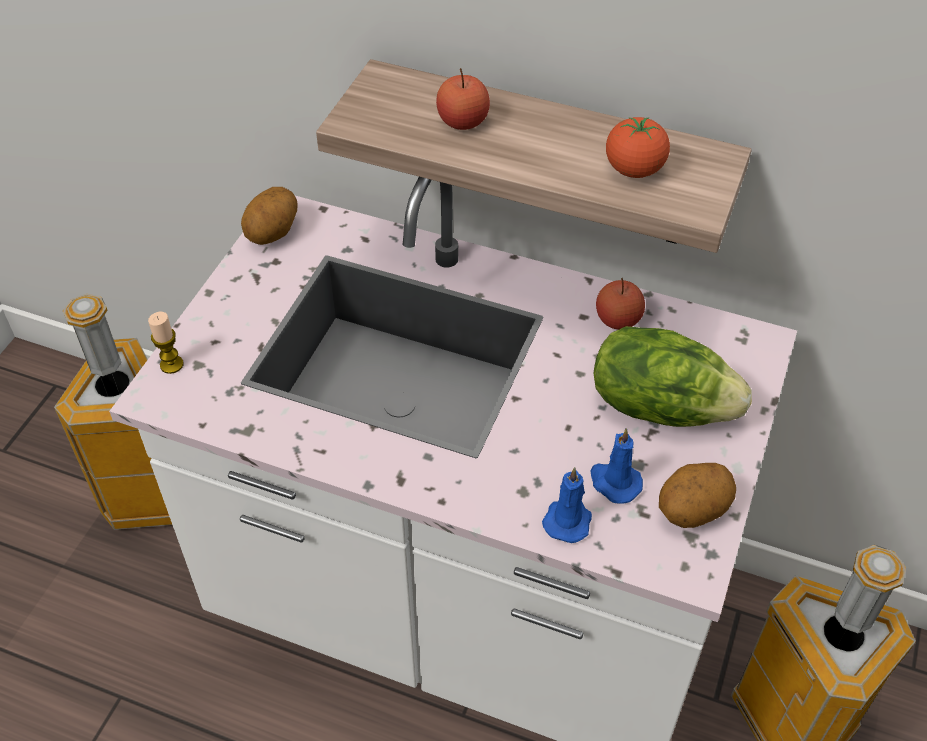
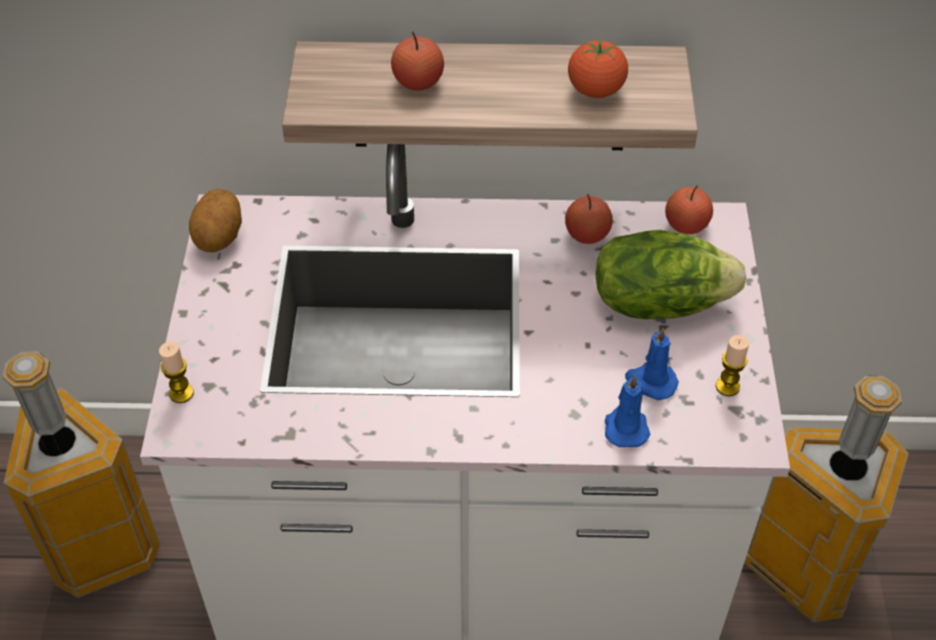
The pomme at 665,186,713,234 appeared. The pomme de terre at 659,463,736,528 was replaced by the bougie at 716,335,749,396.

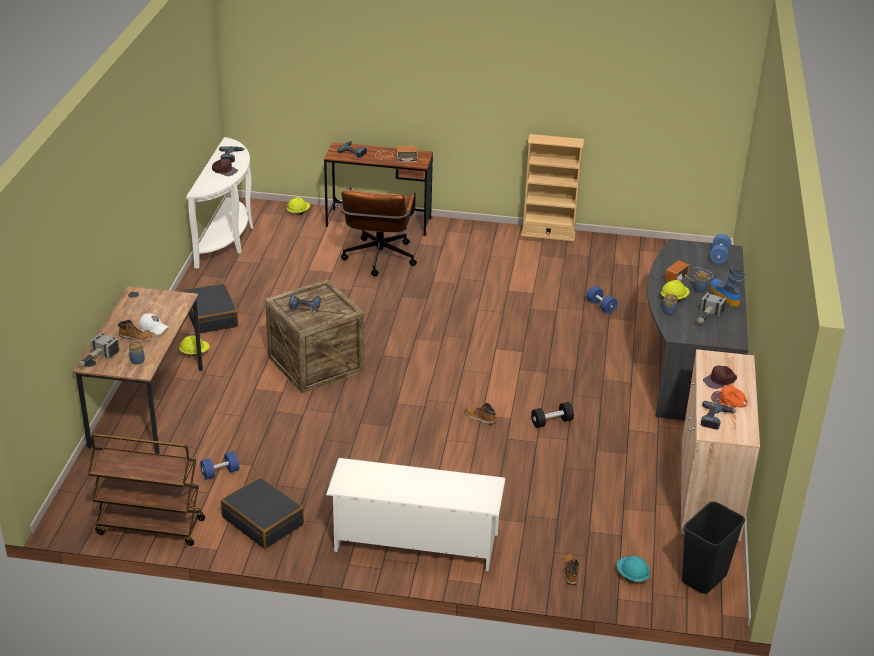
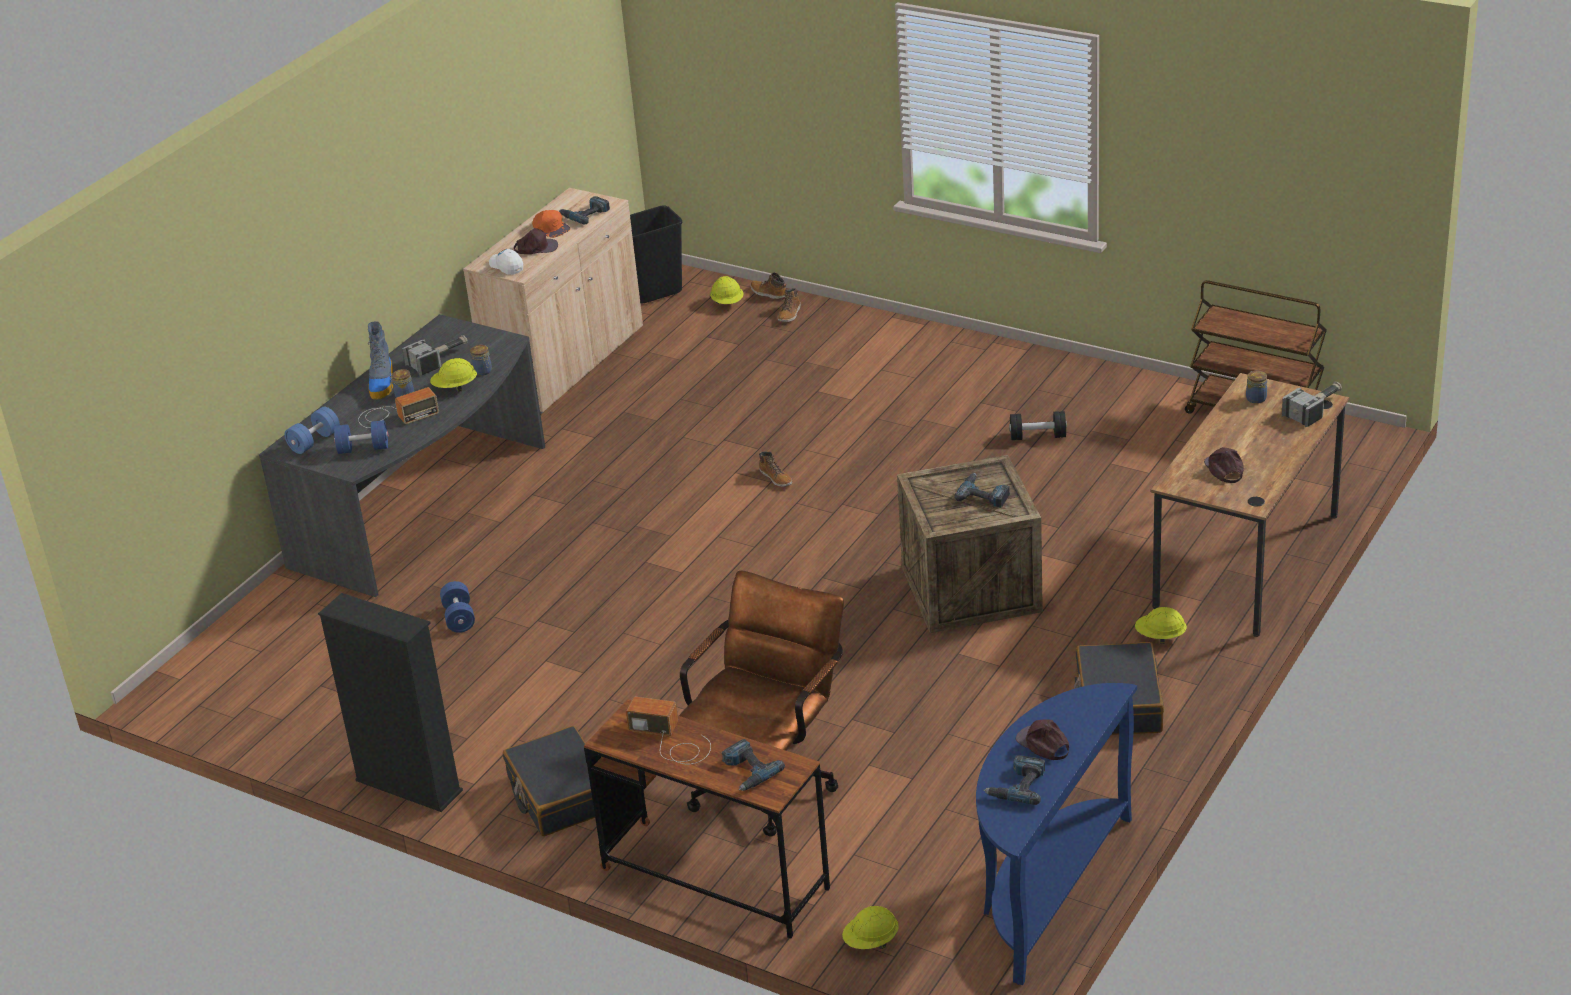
The étagère à chaussures (blanc) at 326,458,505,571 disappeared. The casquette (marron) at 1204,447,1244,483 appeared. The botte moved from 117,320,153,342 to 750,273,786,300. The casquette (blanc) moved from 140,313,168,335 to 489,249,523,275. The haltère (bleu) moved from 200,451,239,480 to 334,420,388,454. The valise (noir) moved from 221,477,304,549 to 503,726,595,836. The haltère (noir) moved from 531,402,574,428 to 1009,411,1067,440. The table console (blanc) at 186,137,254,269 became the table console (bleu) at 976,683,1137,985. The bibliothèque (beige) at 521,134,584,241 became the bibliothèque (noir) at 318,593,463,812. The casque de chantier (turquoise) at 617,556,650,582 became the casque de chantier (jaune) at 710,276,743,304.

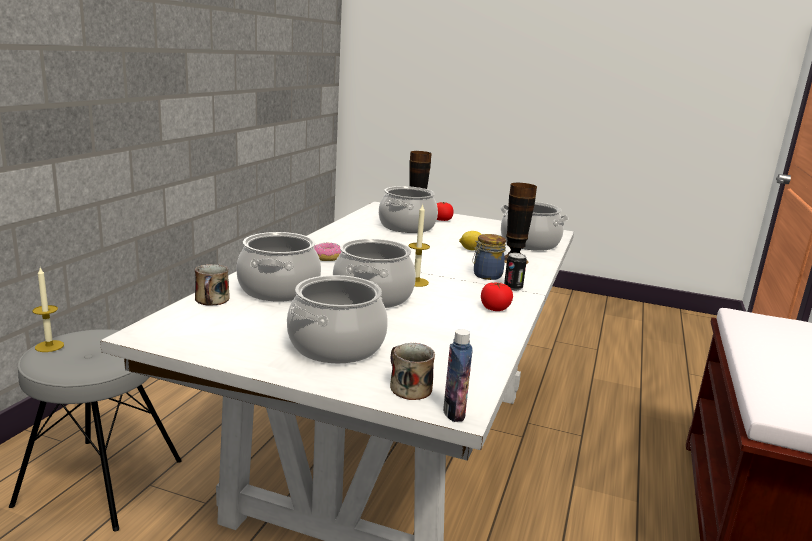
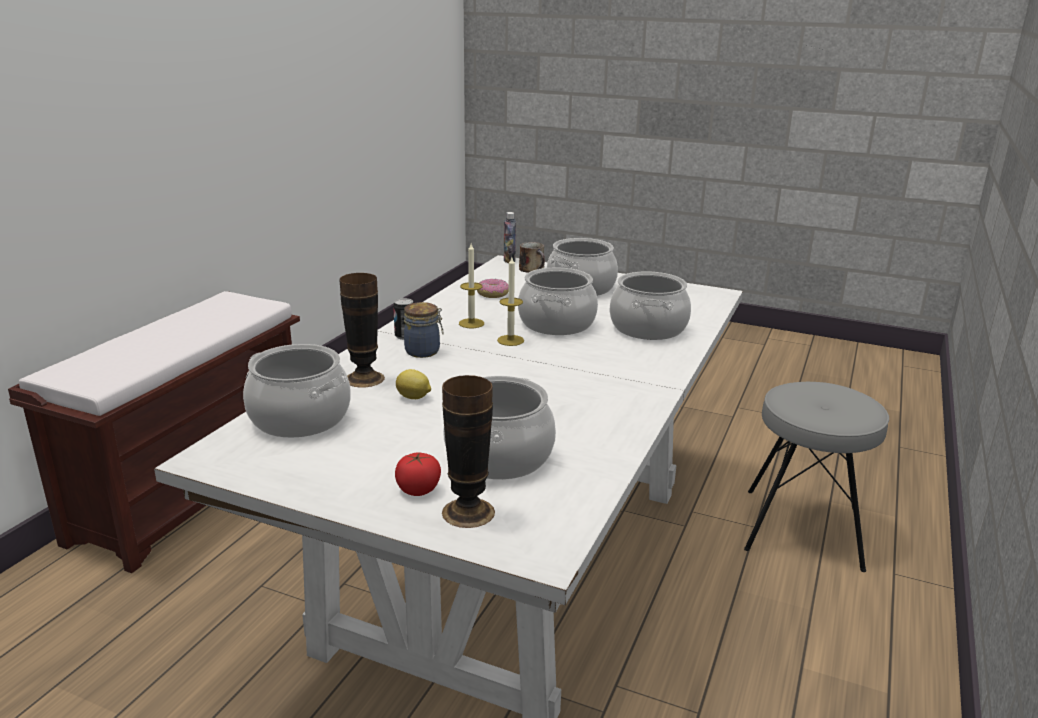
The mug at 195,264,230,306 disappeared. The tomate at 481,283,513,311 disappeared. The bougie moved from 33,268,64,352 to 459,244,484,328. The beignet moved from 314,242,341,261 to 477,278,509,298.

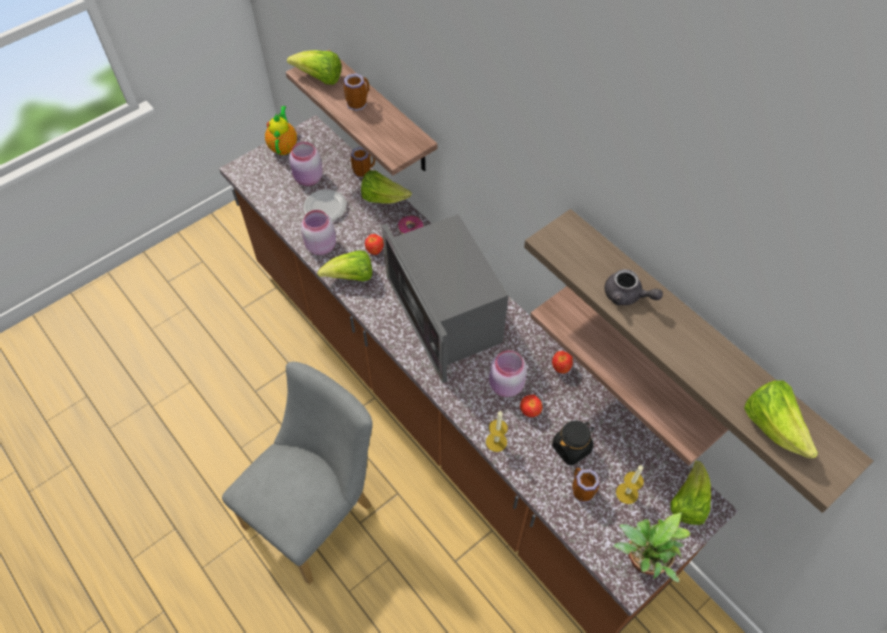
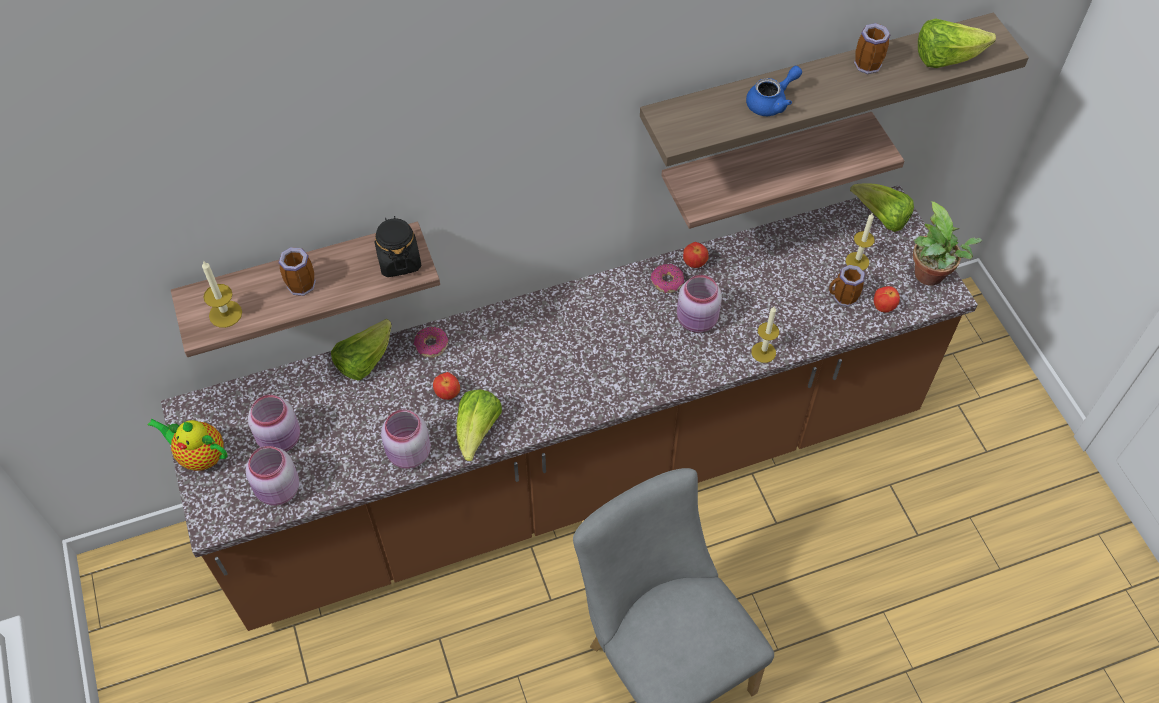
The assiette at 303,189,347,221 disappeared. The micro-ondes at 382,214,508,383 disappeared. The bocal (rose) at 246,446,299,505 appeared. The beignet at 651,264,684,293 appeared. The mug moved from 351,147,375,179 to 854,23,890,74. The pomme moved from 520,394,542,417 to 874,286,900,312. The bocal (noir) moved from 552,421,594,465 to 375,216,422,277. The laitue at 287,50,342,85 was replaced by the bougie at 202,260,242,328. The théière (gris) at 604,269,663,305 became the théière (bleu) at 746,66,802,116.

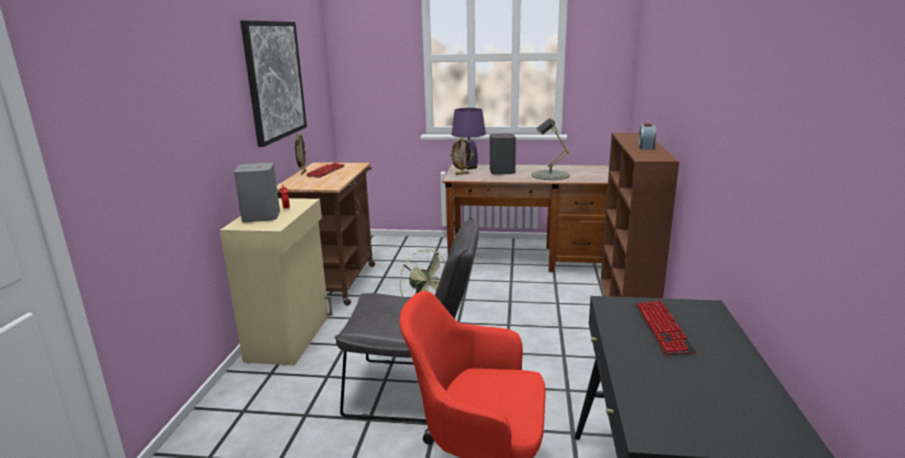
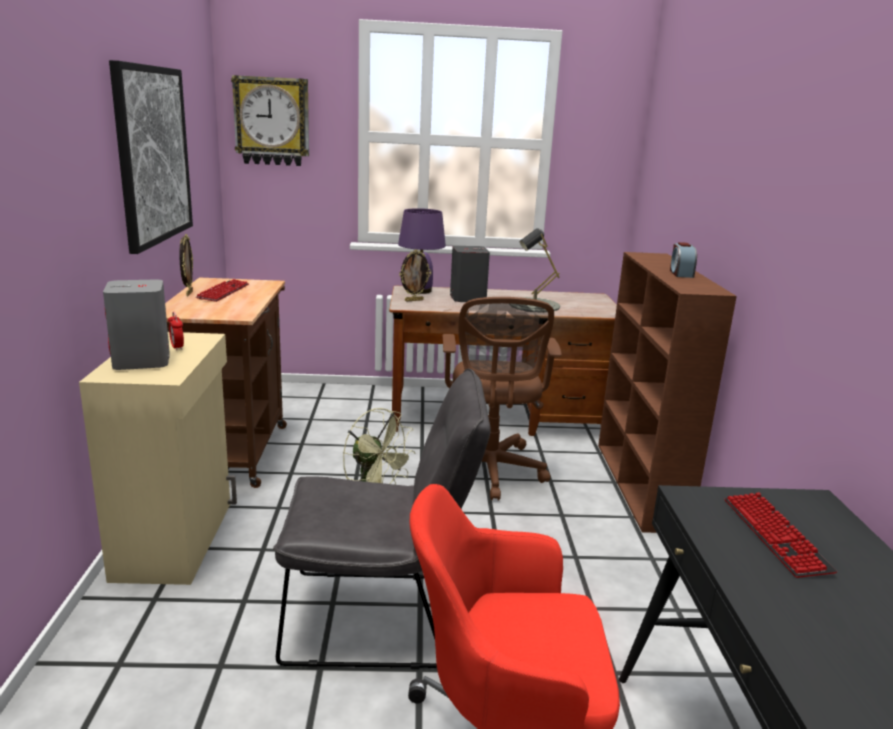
The horloge murale at 231,75,309,166 appeared. The chaise de bureau (marron) at 442,297,562,500 appeared.

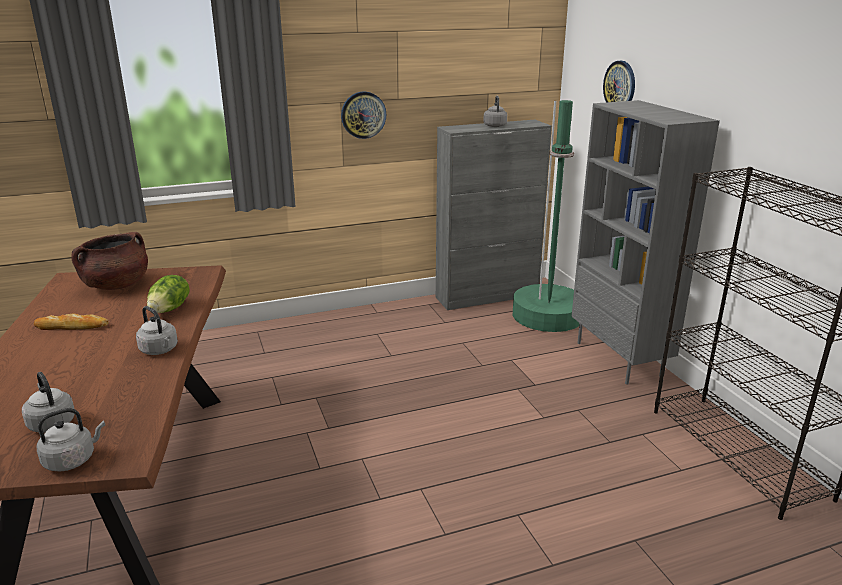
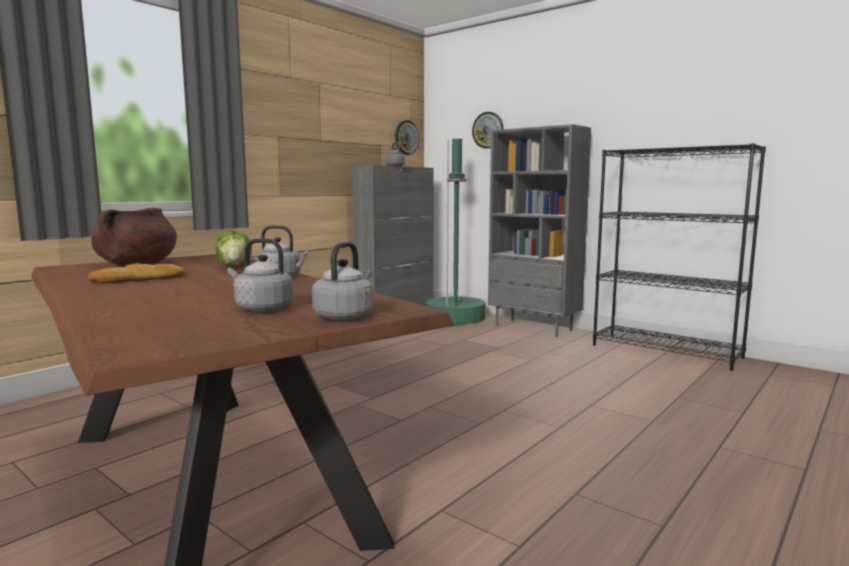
The horloge murale moved from 341,91,386,139 to 395,120,419,155.

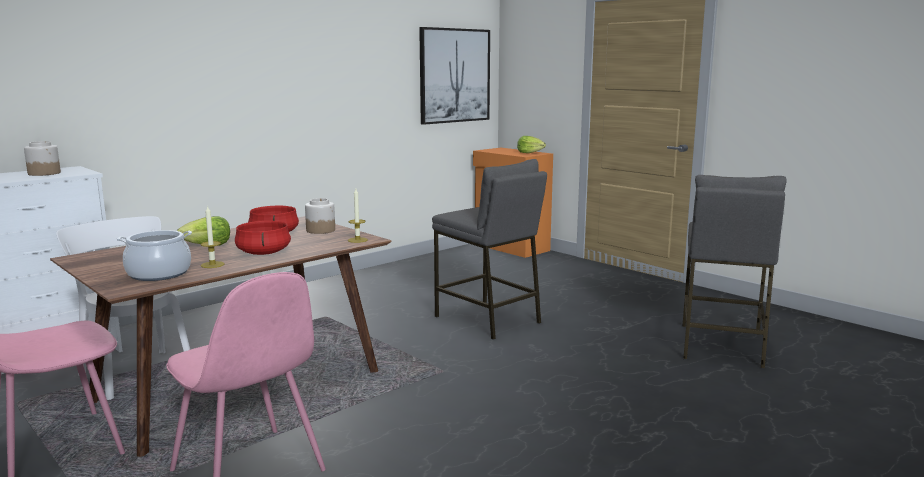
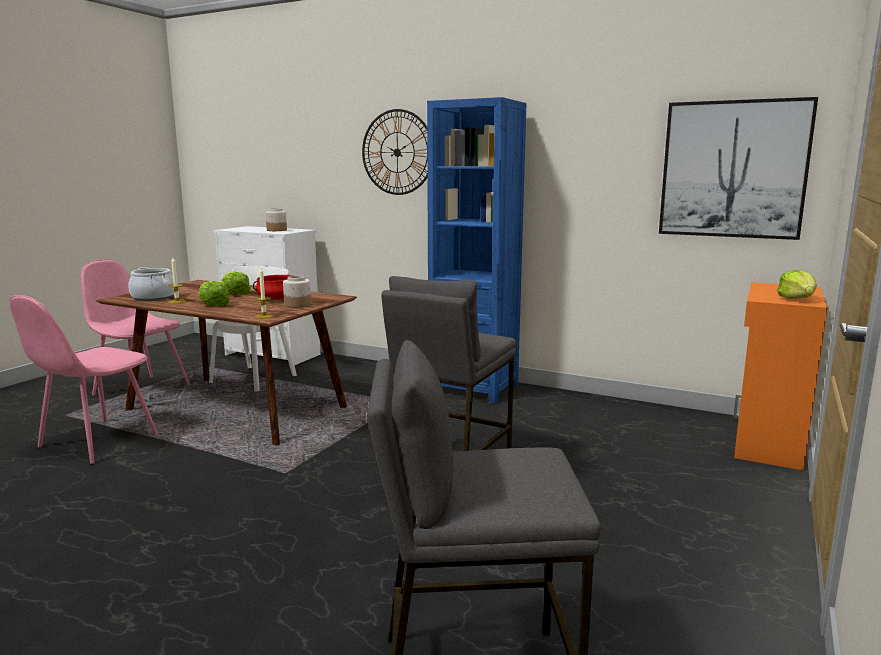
The horloge murale at 362,109,427,195 appeared. The bibliothèque (bleu) at 427,97,526,403 appeared. The marmite (rouge) at 235,221,291,255 was replaced by the laitue at 199,281,230,306.

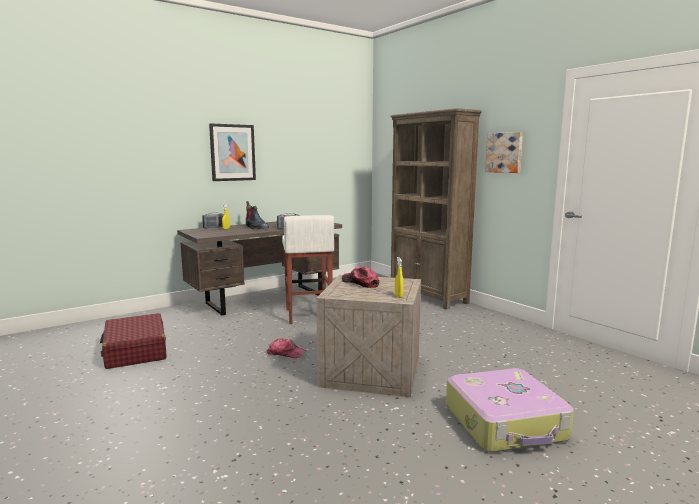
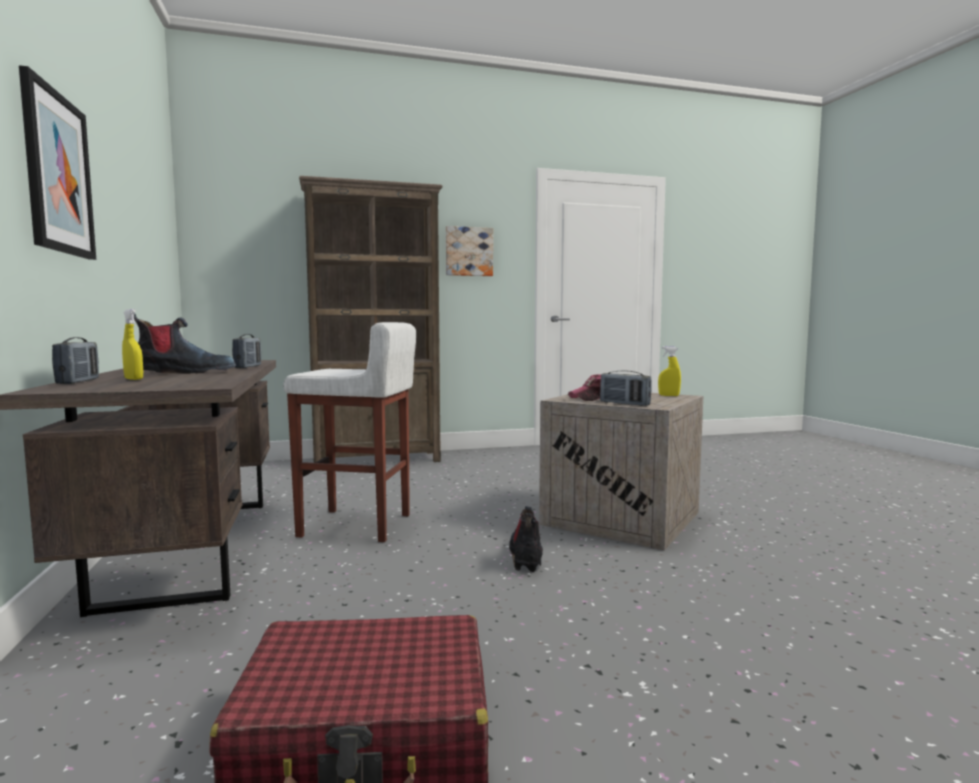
The valise at 446,368,574,452 disappeared. The radio at 600,371,652,406 appeared. The casquette at 267,338,306,358 was replaced by the botte at 509,506,543,573.

